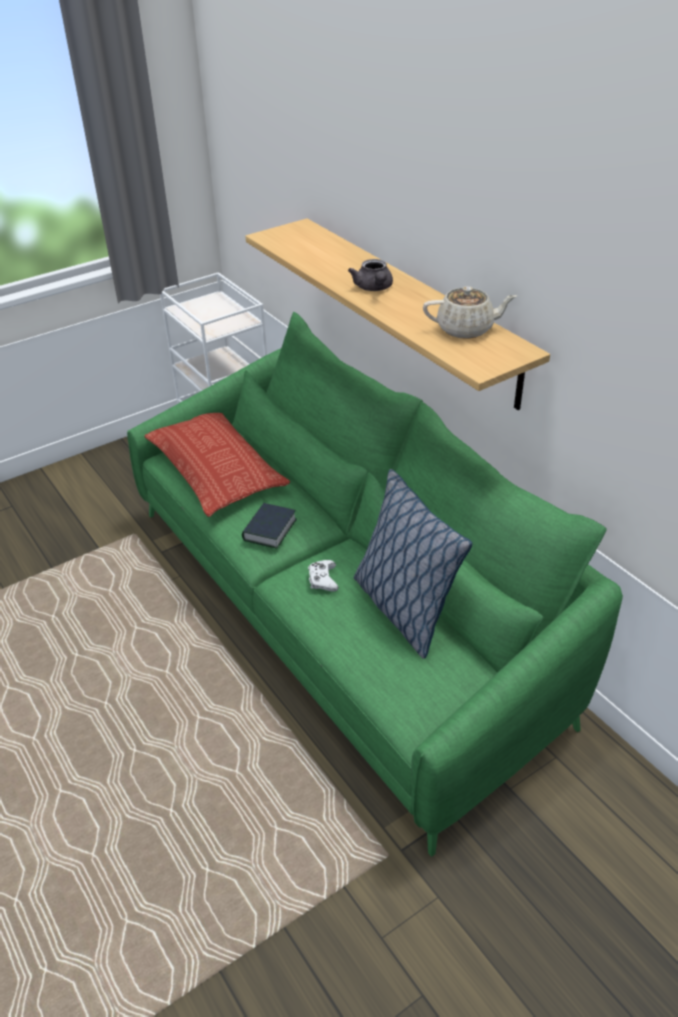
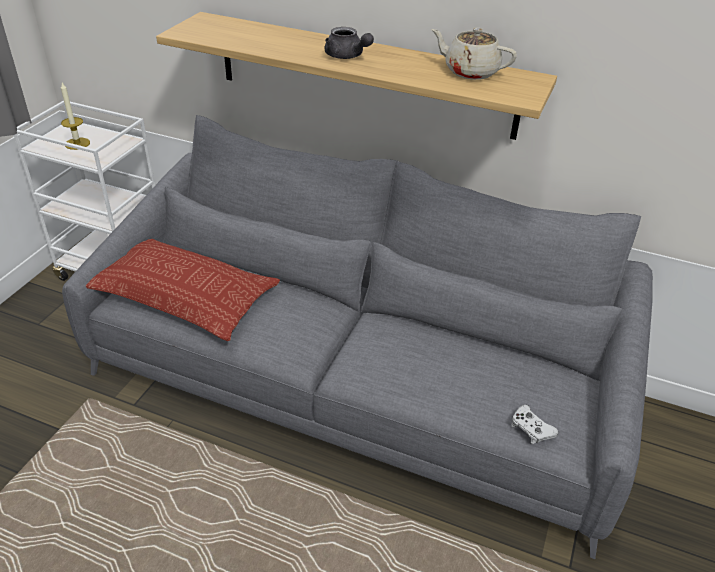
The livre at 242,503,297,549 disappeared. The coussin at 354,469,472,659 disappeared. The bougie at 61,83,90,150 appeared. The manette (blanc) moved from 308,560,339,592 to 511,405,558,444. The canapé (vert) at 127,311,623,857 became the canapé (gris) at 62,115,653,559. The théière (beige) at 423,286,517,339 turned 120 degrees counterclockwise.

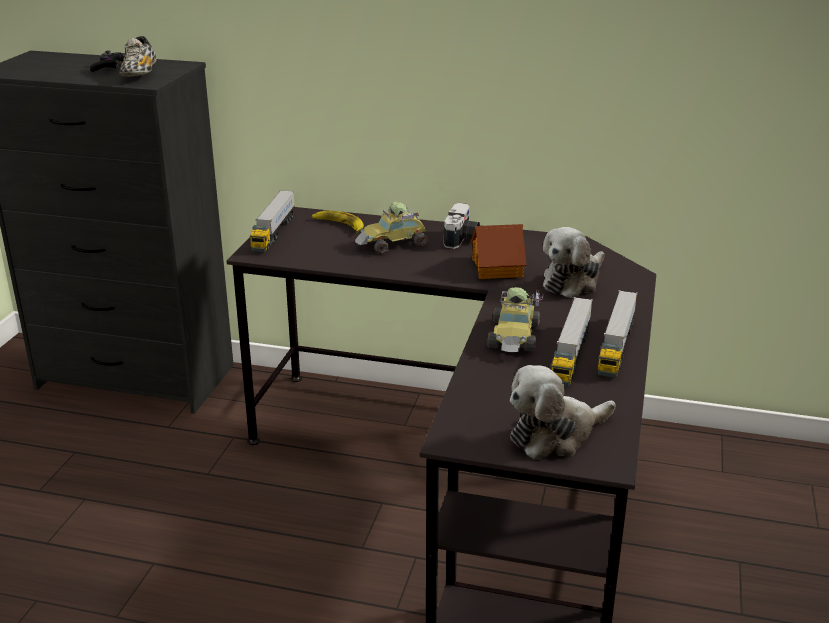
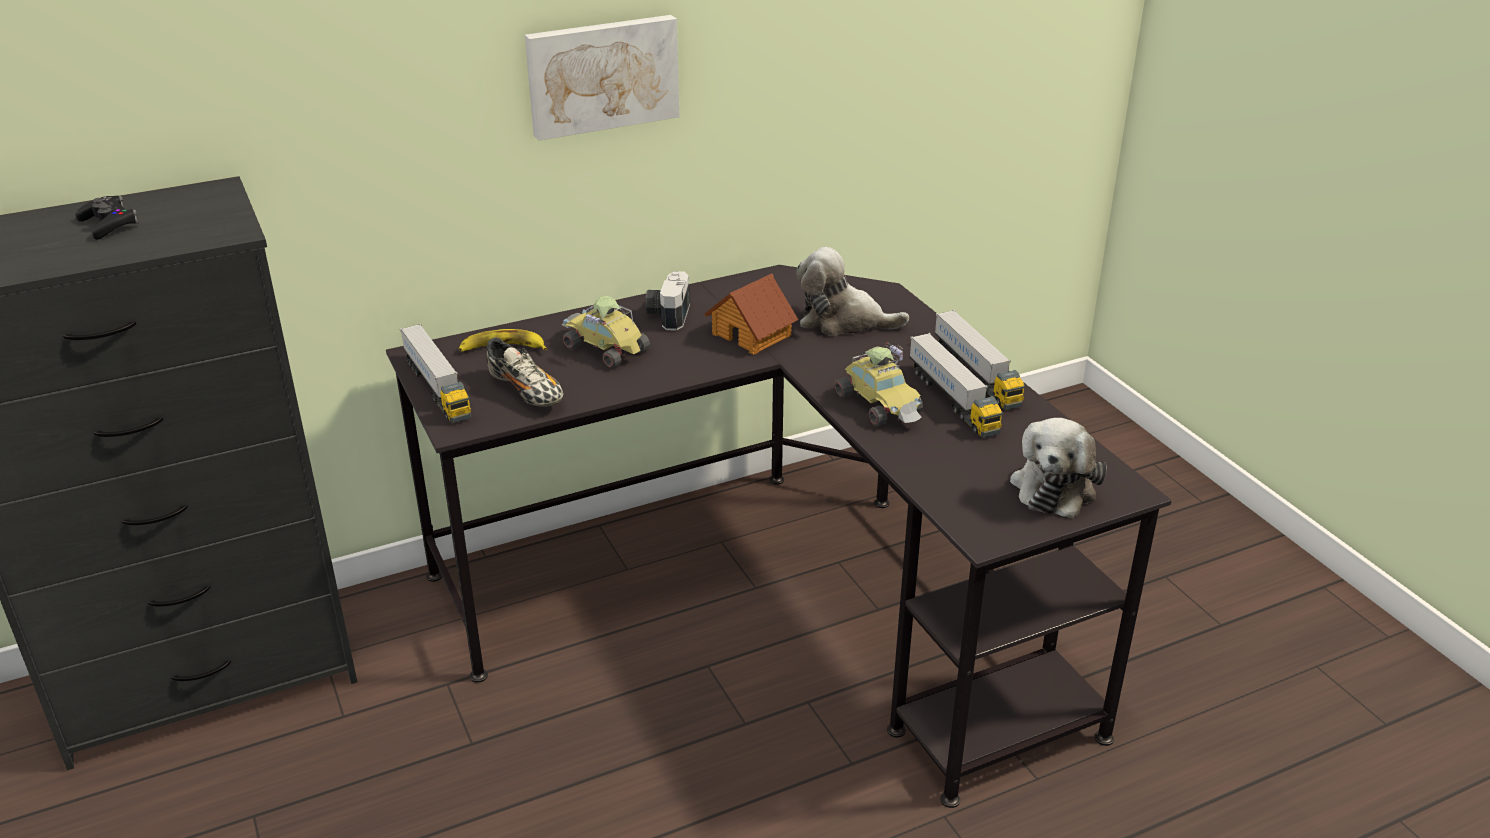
The tableau at 525,15,680,141 appeared. The chaussure moved from 119,36,156,77 to 487,337,564,407. The petite voiture at 355,202,428,254 turned 105 degrees clockwise. The appareil photo at 443,203,480,249 turned 150 degrees counterclockwise. The peluche at 543,227,605,298 turned 105 degrees clockwise.

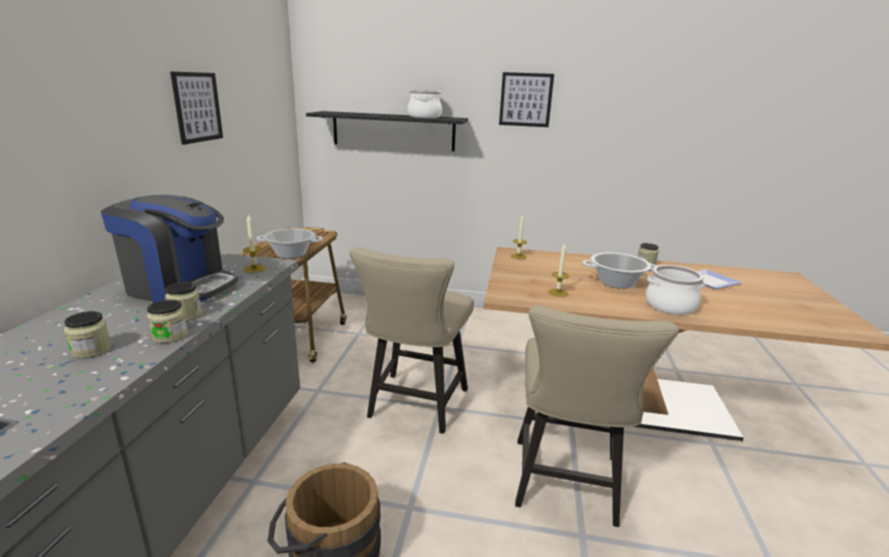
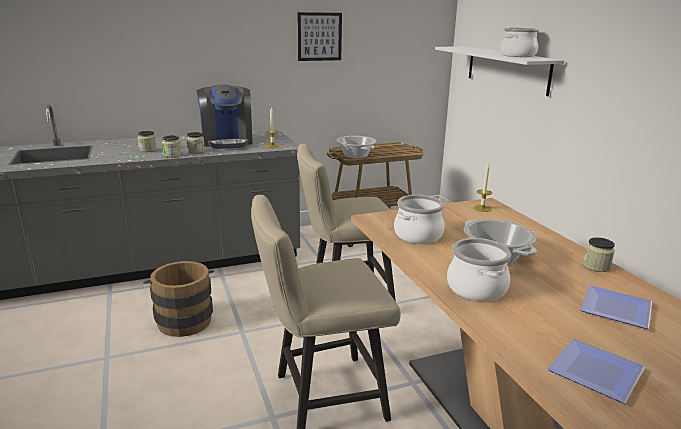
The tableau at 499,72,554,127 disappeared. The assiette at 548,338,645,403 appeared. The bougie at 548,243,569,297 was replaced by the marmite at 394,195,445,244. The étagère (noir) at 306,111,468,151 became the étagère (blanc) at 435,46,565,96.

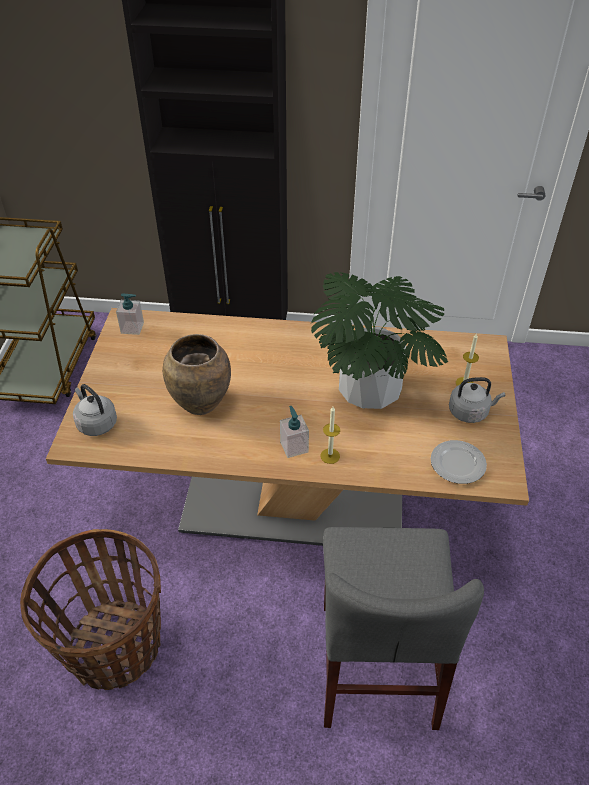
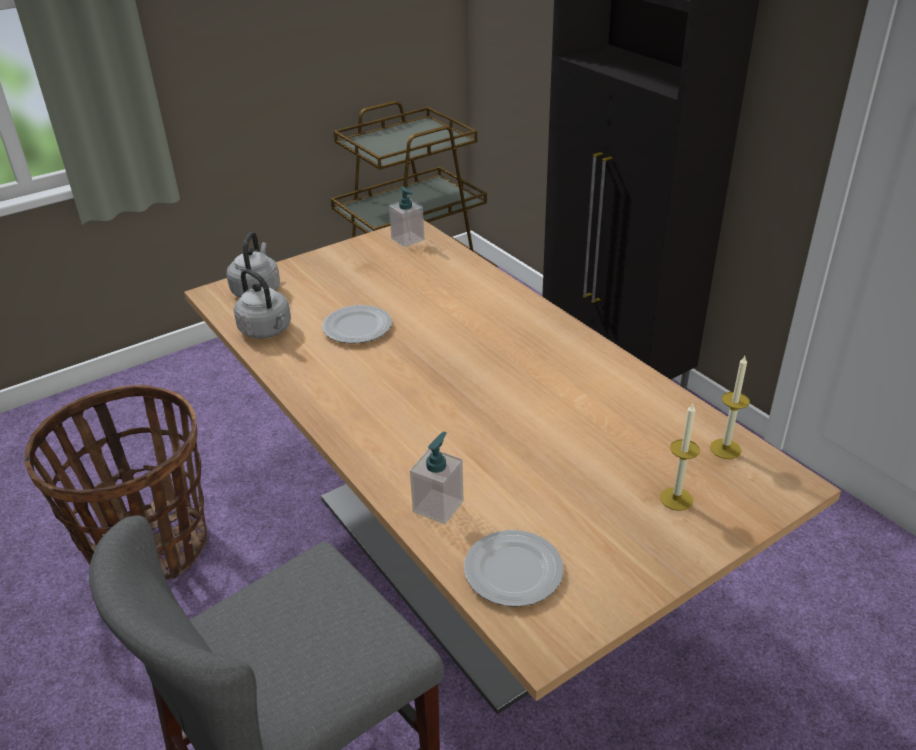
The plante en pot at 311,272,448,409 disappeared. The distributeur de savon moved from 280,406,309,458 to 410,432,464,524. The bougie moved from 321,407,340,464 to 710,356,750,459. The bouilloire (gris) moved from 449,377,505,423 to 234,269,291,339. The vase (marron) at 163,334,231,415 was replaced by the assiette at 322,305,392,344.

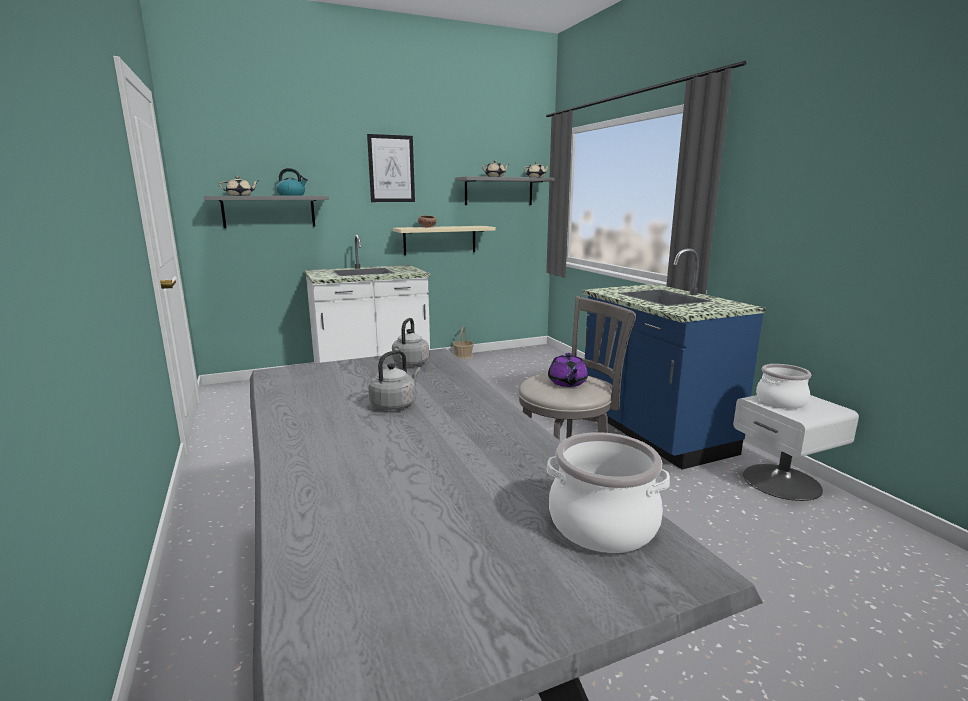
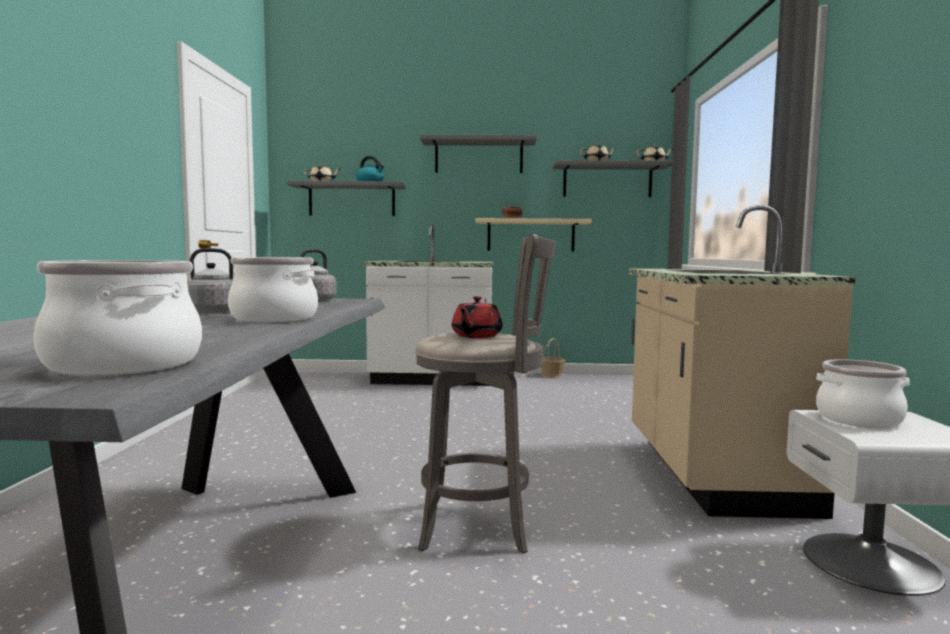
The marmite at 228,257,318,323 appeared. The tableau at 367,134,415,202 was replaced by the étagère (gris) at 420,135,537,173. The théière (violet) at 548,353,588,387 became the théière (rouge) at 452,296,503,338. The comptoir de cuisine (bleu) at 582,248,766,470 became the comptoir de cuisine (beige) at 629,205,855,519.

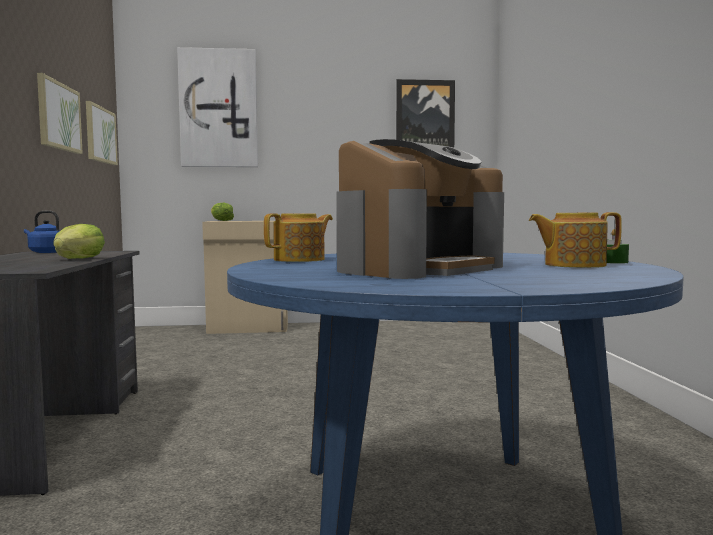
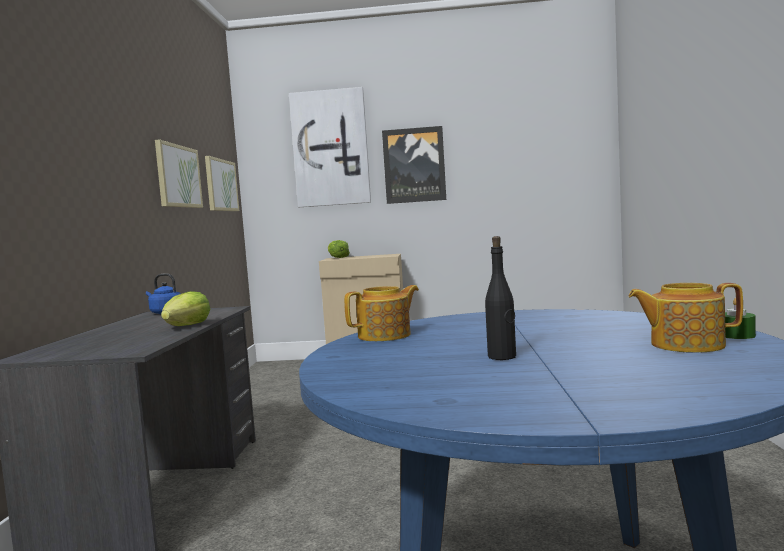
The tableau moved from 396,79,455,147 to 382,126,446,204. The machine à café at 336,139,504,279 was replaced by the bouteille (noir) at 485,236,516,360.

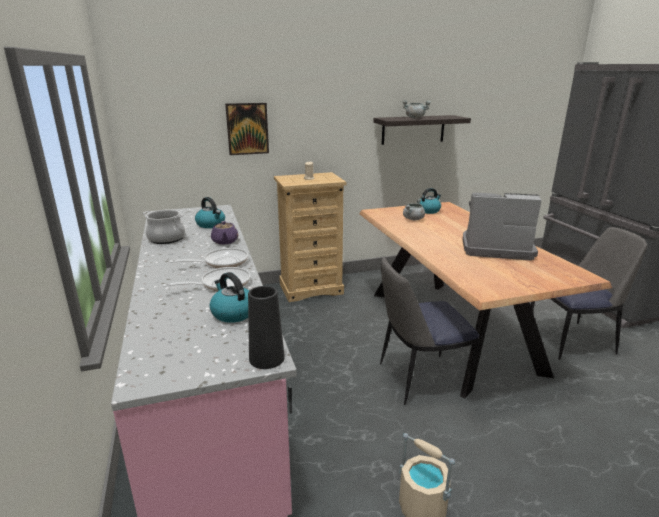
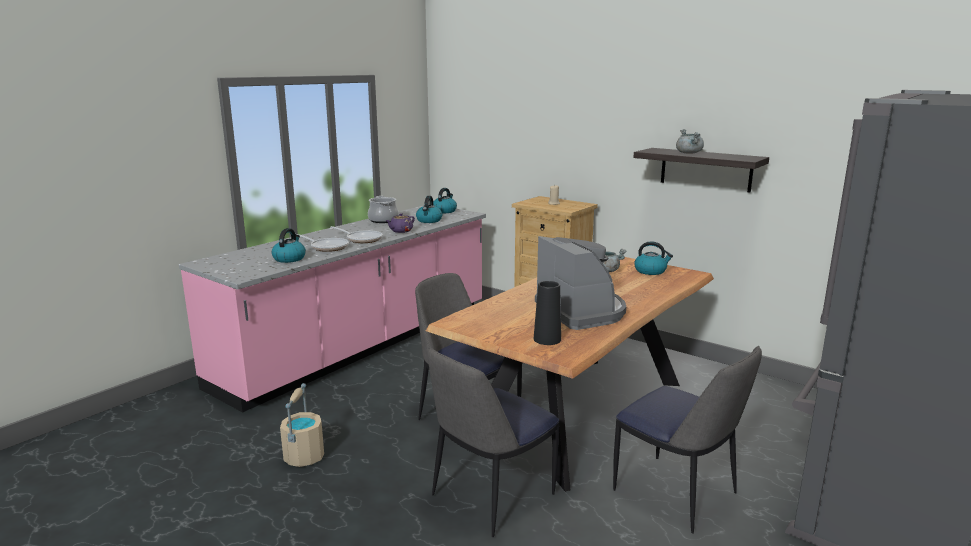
The tableau at 225,103,269,155 disappeared. The chaise at 427,347,559,537 appeared. The bouilloire at 433,188,457,213 appeared. The vase (noir) moved from 248,286,285,369 to 534,281,561,345.

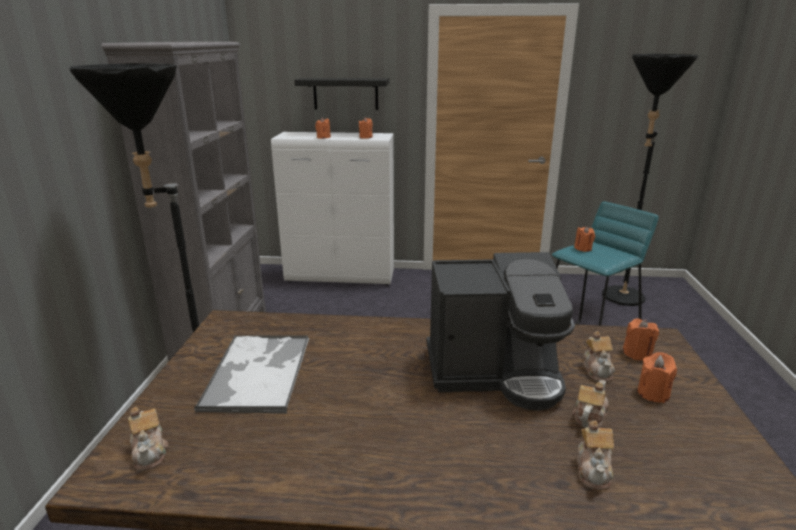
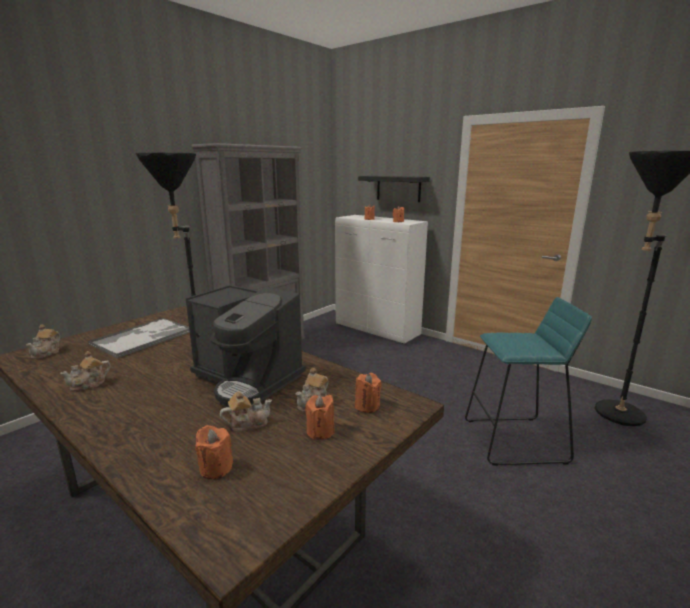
The bougie (orange) moved from 574,226,595,252 to 195,425,233,479. The théière moved from 577,421,614,490 to 60,351,111,391.

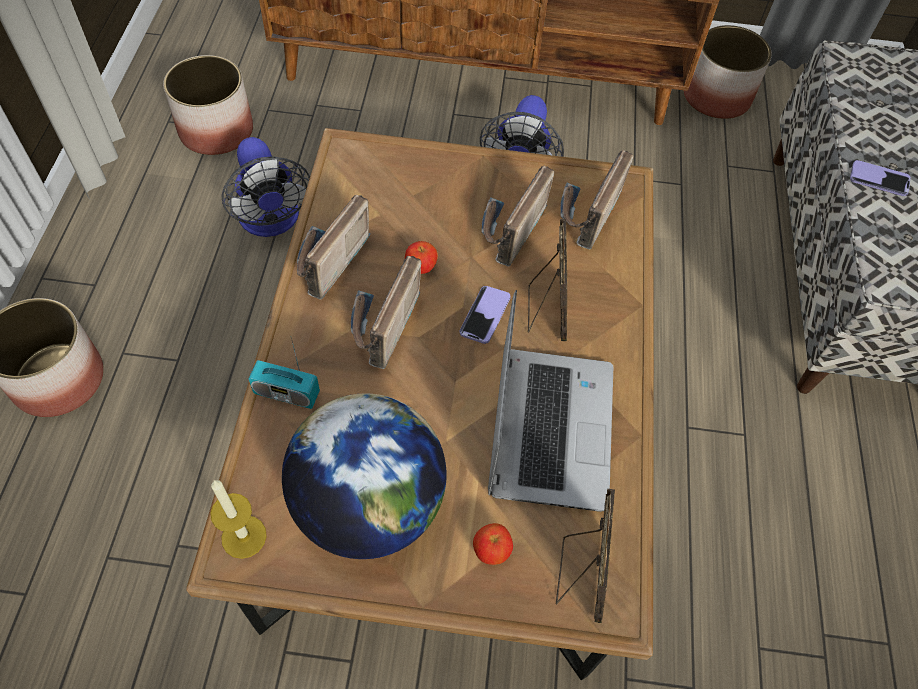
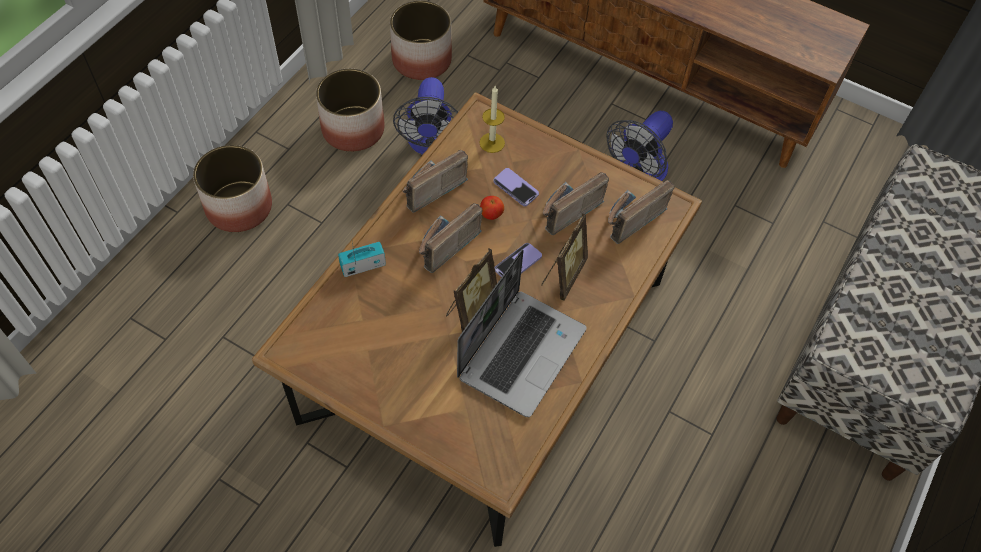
The globe at 282,393,447,559 disappeared. The pomme at 473,523,513,565 disappeared. The bougie moved from 210,480,267,559 to 479,86,505,153. The cadre photo moved from 556,489,615,623 to 446,248,497,332. The cache-pot moved from 684,25,772,119 to 316,69,385,152. The téléphone moved from 850,160,911,196 to 493,168,539,206. The radio at 249,338,320,409 turned 120 degrees clockwise.

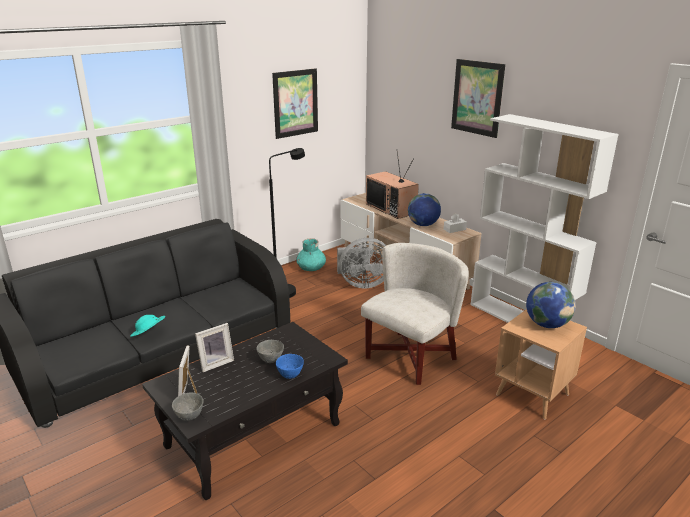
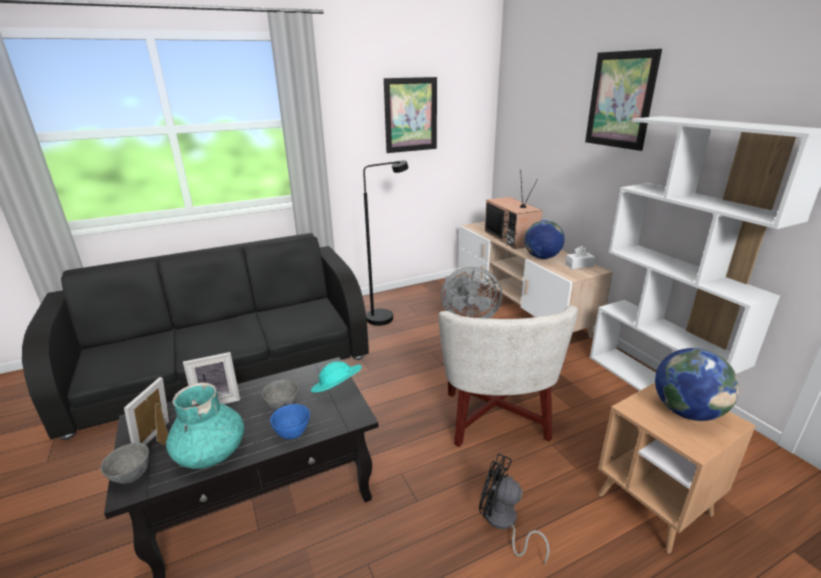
The ventilateur (noir) at 479,453,550,564 appeared. The chapeau (turquoise) moved from 130,315,165,337 to 311,361,362,393. The vase (turquoise) moved from 296,238,326,271 to 166,383,244,469. The fauteuil (blanc) at 361,243,469,385 turned 120 degrees clockwise.

